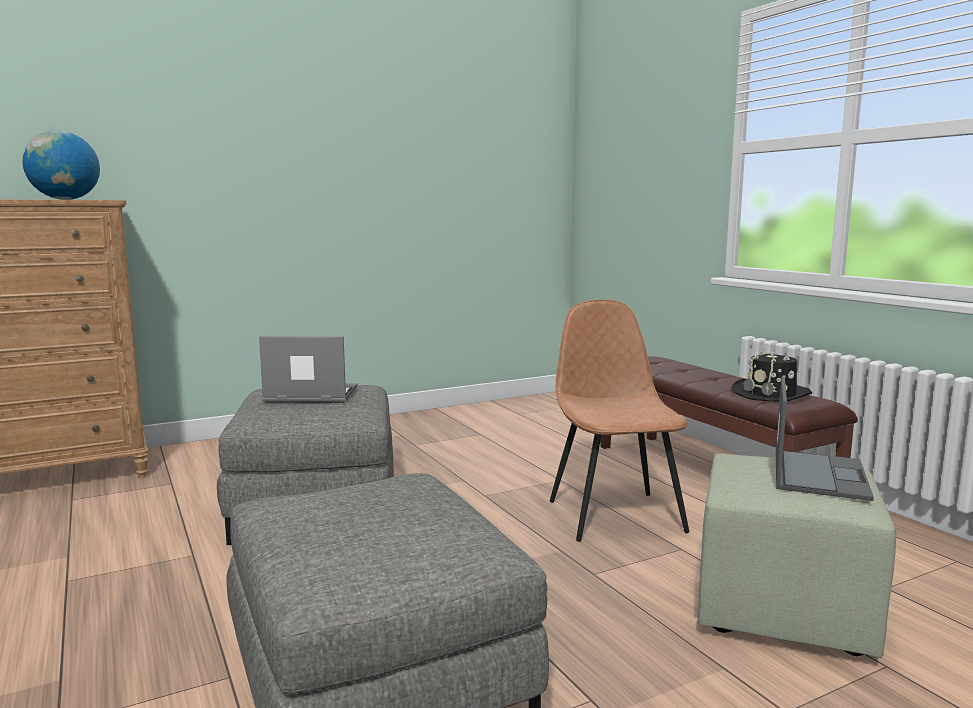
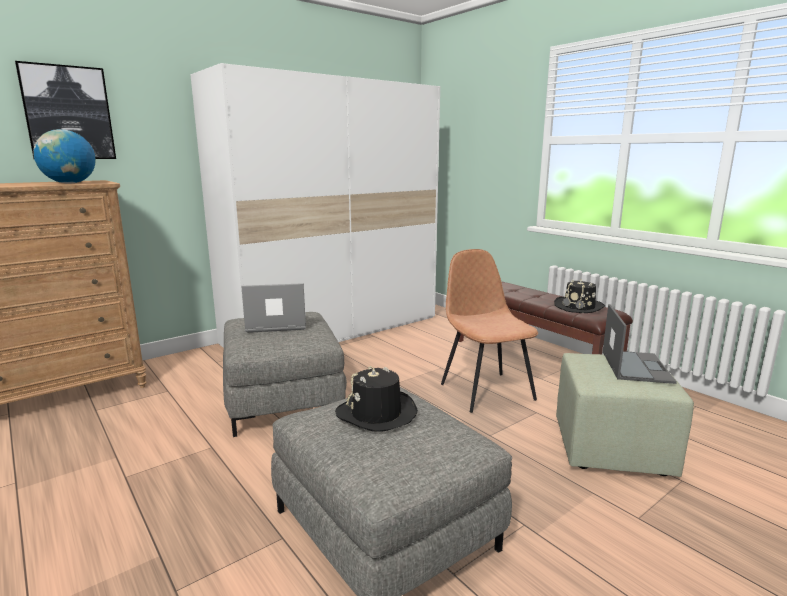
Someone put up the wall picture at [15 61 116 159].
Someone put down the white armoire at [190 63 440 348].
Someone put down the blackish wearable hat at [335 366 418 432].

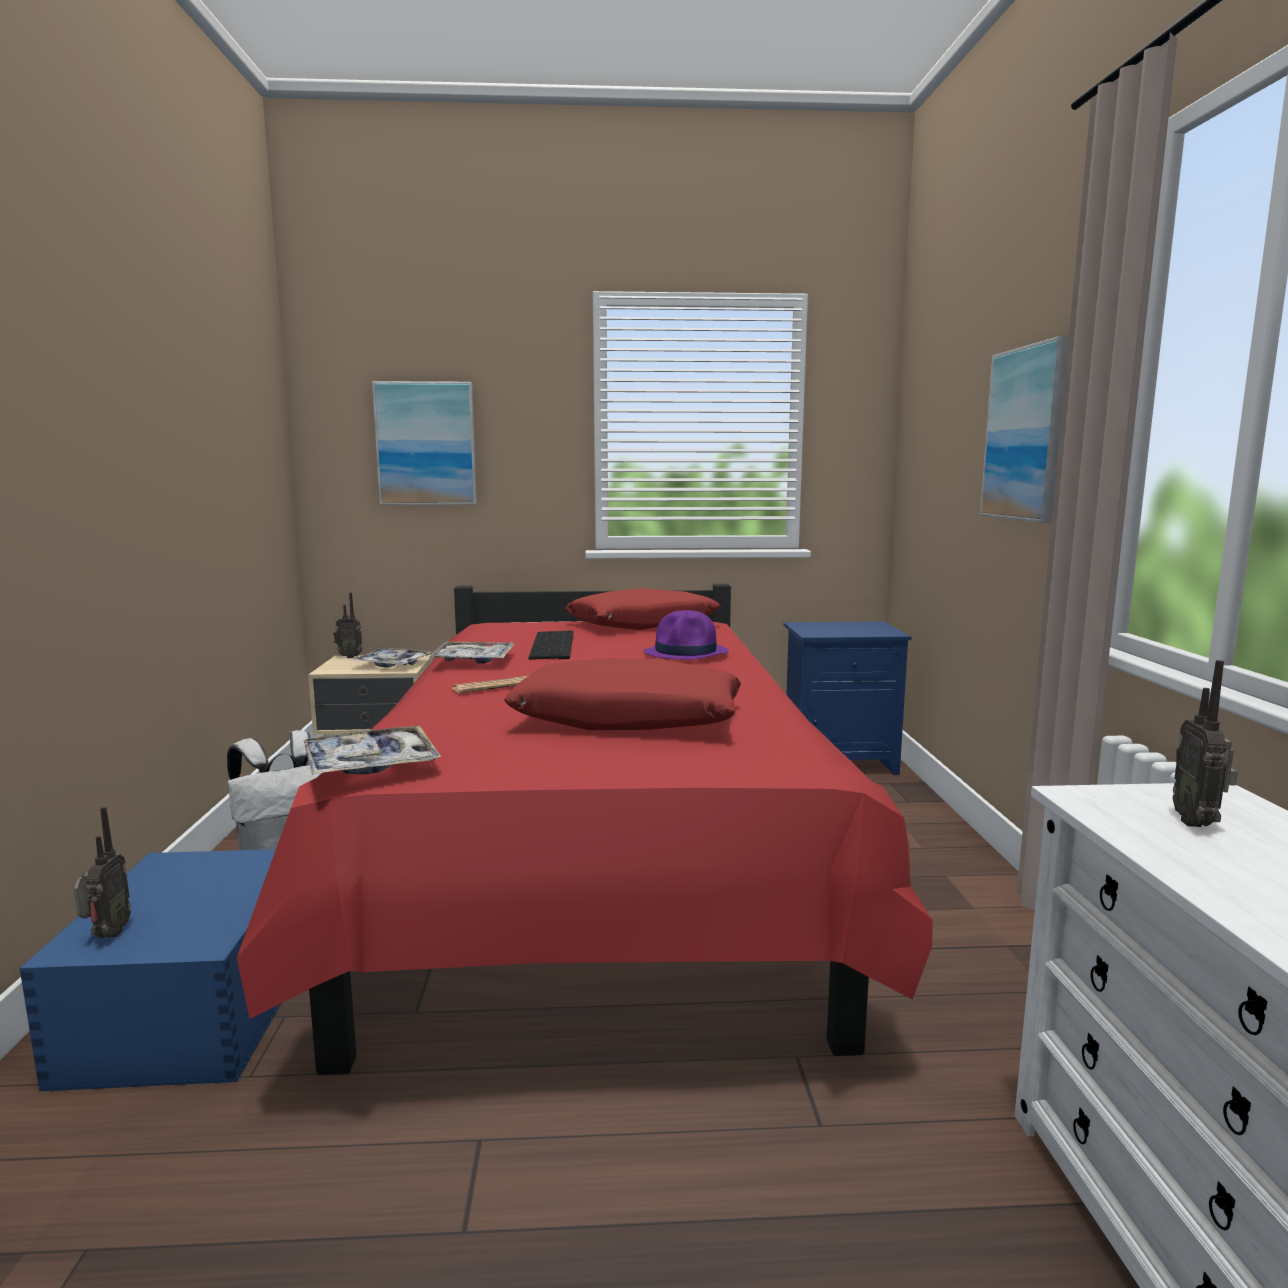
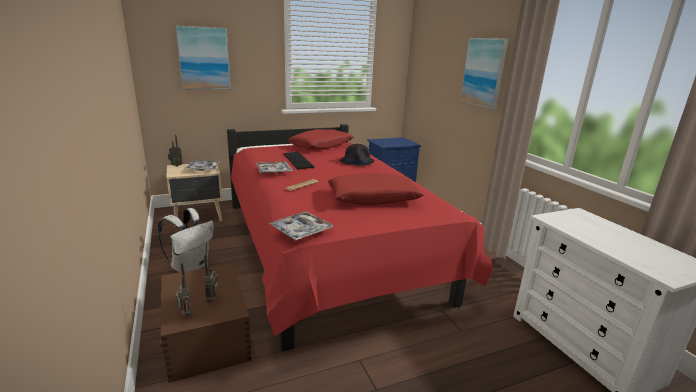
Someone repainted the blue storage box at [19 849 281 1092], which became the brown-coloured storage box at [160 263 252 383].
Someone repainted the purplish wearable hat at [643 610 729 660], which became the blackish wearable hat at [340 144 375 166].
Someone carried the radio set from [1173 660 1238 827] to [204 255 219 303].

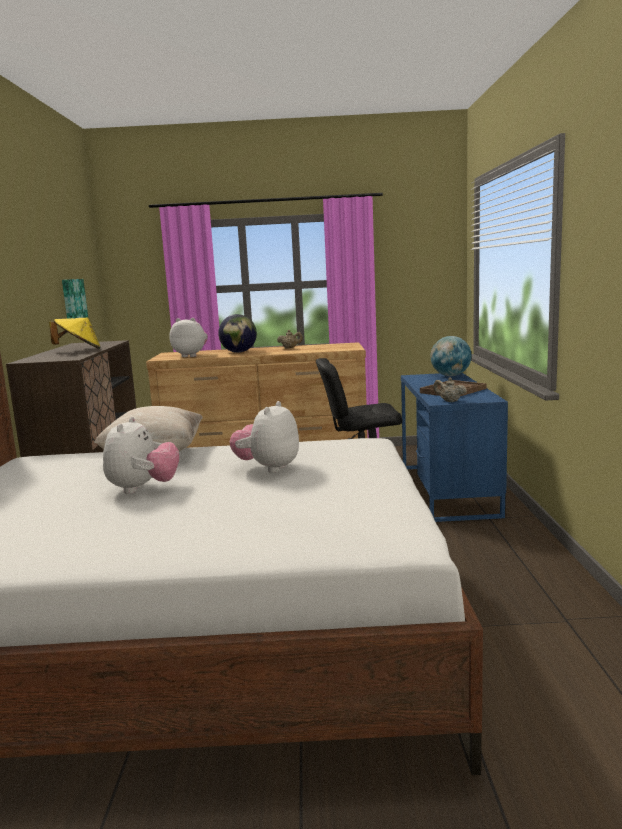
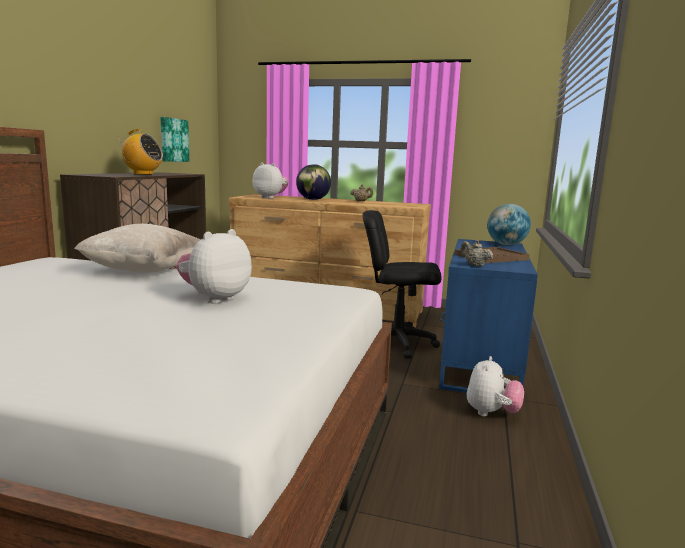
Someone swapped the yellowish wearable hat at [49 318 101 349] for the radio set at [117 129 163 175].
Someone carried the cuddly toy from [103 417 179 494] to [467 356 524 416].

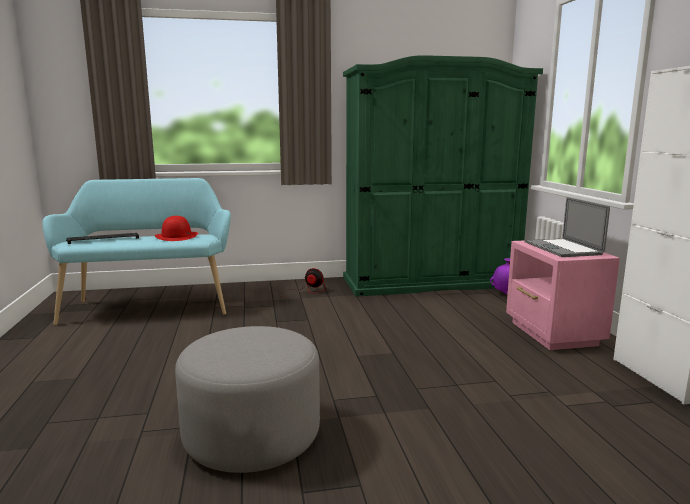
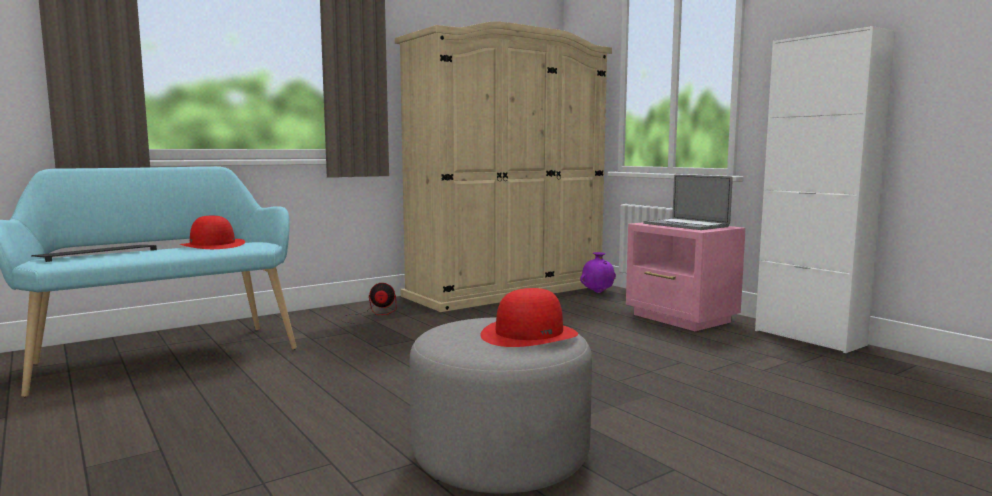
Someone repainted the greenish armoire at [343 55 543 297], which became the beige-coloured armoire at [395 21 612 312].
Someone put down the reddish wearable hat at [480 288 578 347].

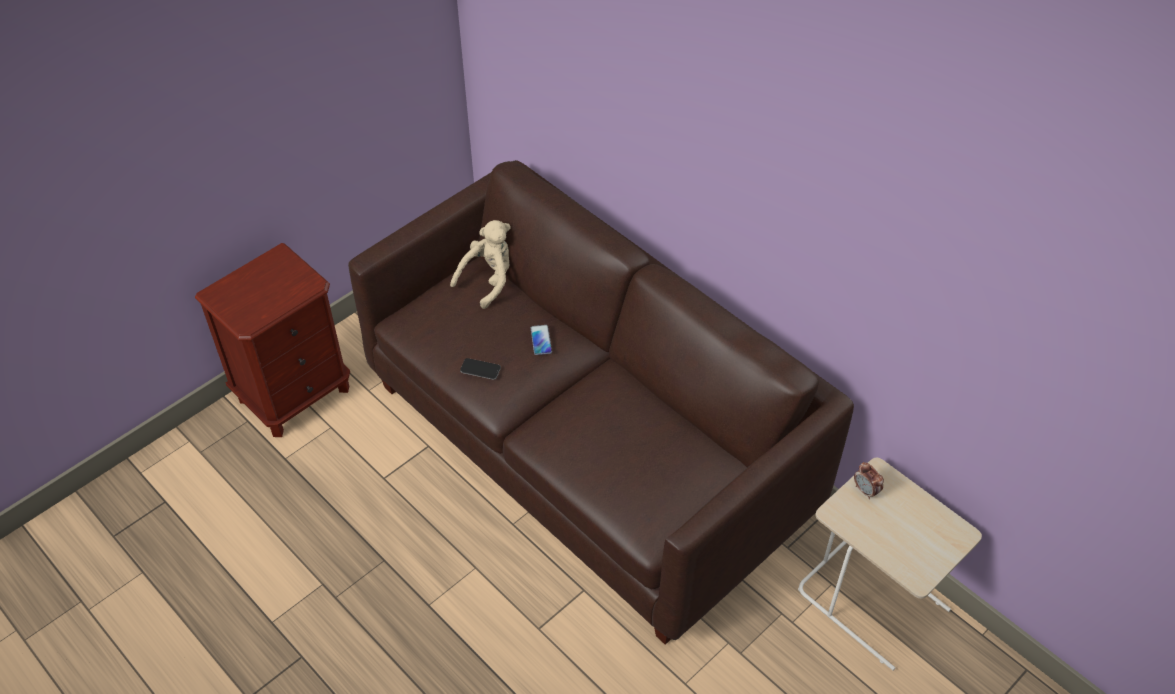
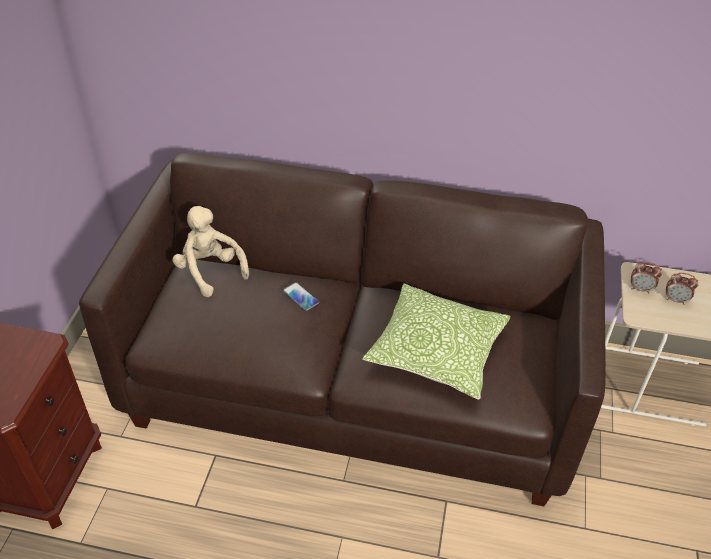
Someone rotated the beige-coloured cuddly toy at [450 220 511 309] by 45 degrees counterclockwise.
Someone took away the telephone at [460 358 501 380].
Someone put down the cushion at [362 284 510 400].
Someone put down the bedside clock at [666 273 699 305].

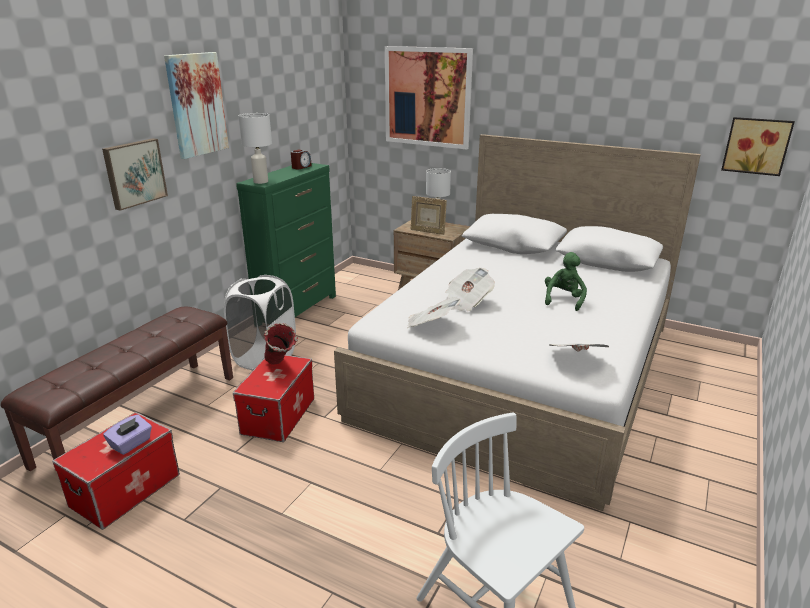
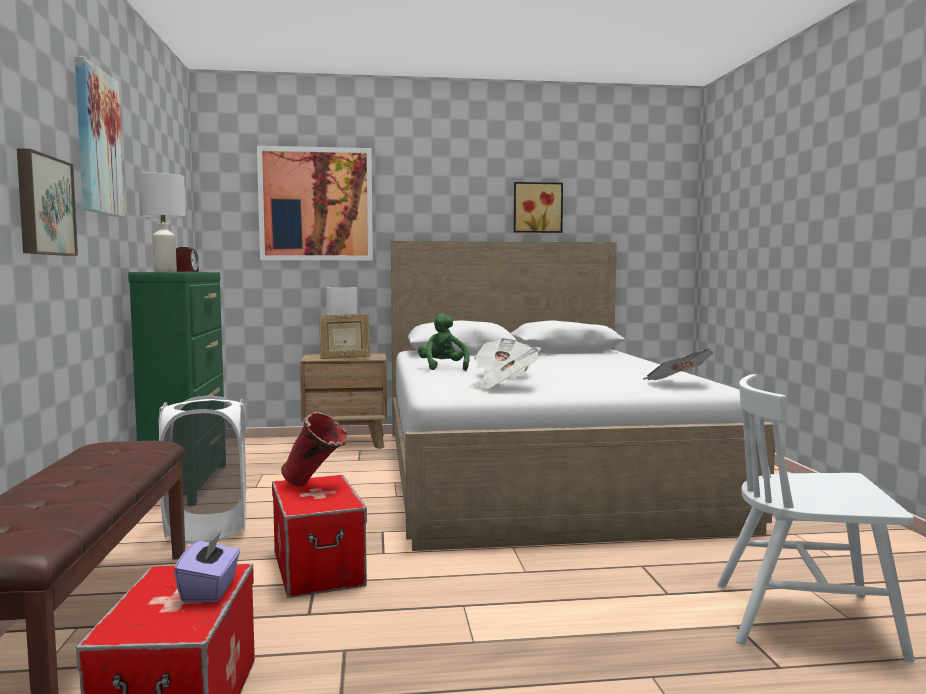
Someone carried the greenish cuddly toy from [545 252 587 311] to [418 313 470 371].
Someone carried the wall picture from [721 117 795 176] to [514 182 563 233].

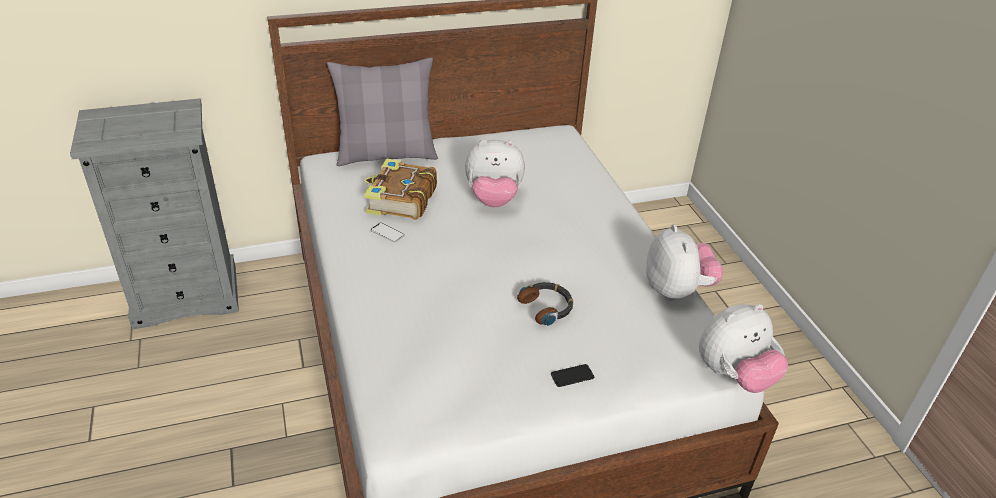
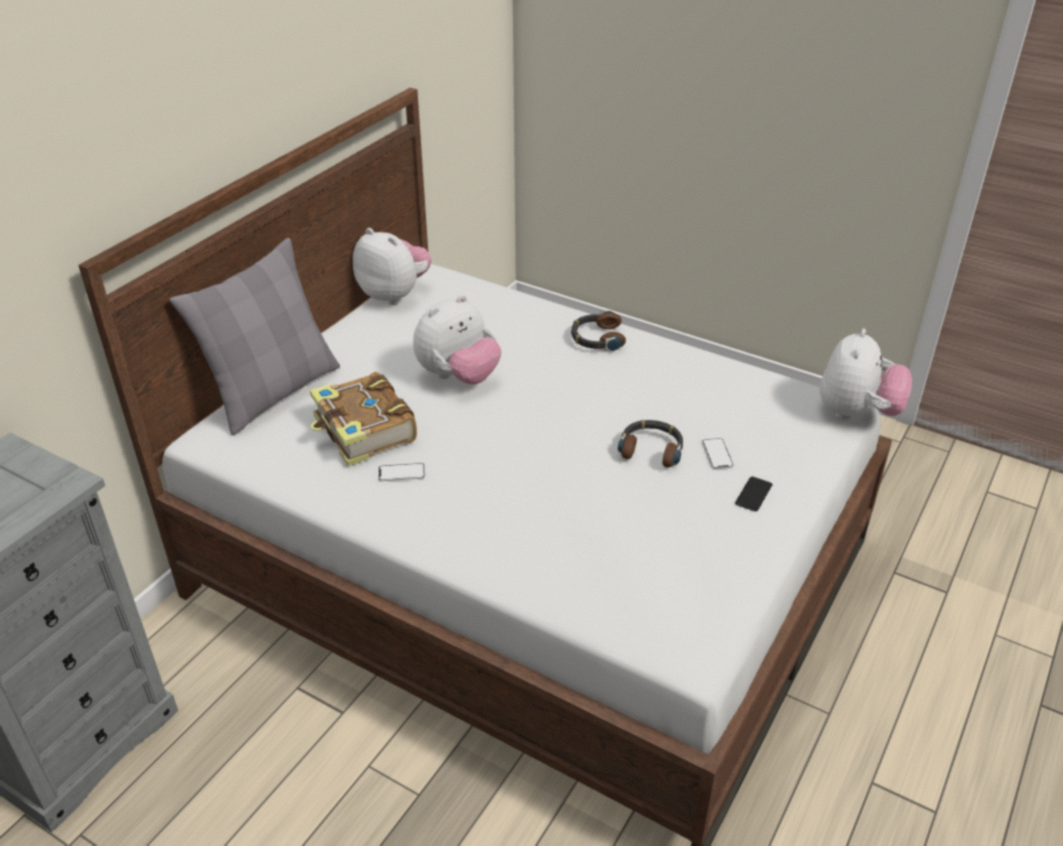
Someone carried the cuddly toy from [646 224 723 301] to [353 228 431 305].
Someone put down the headphones at [571 311 626 351].
Someone put down the telephone at [702 438 734 469].

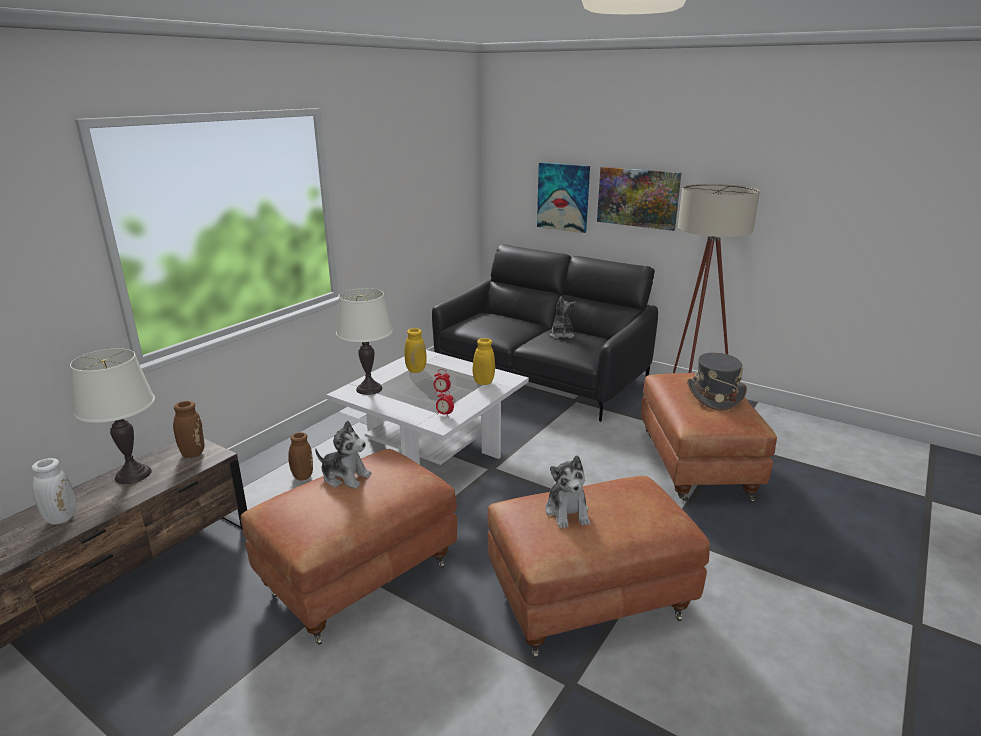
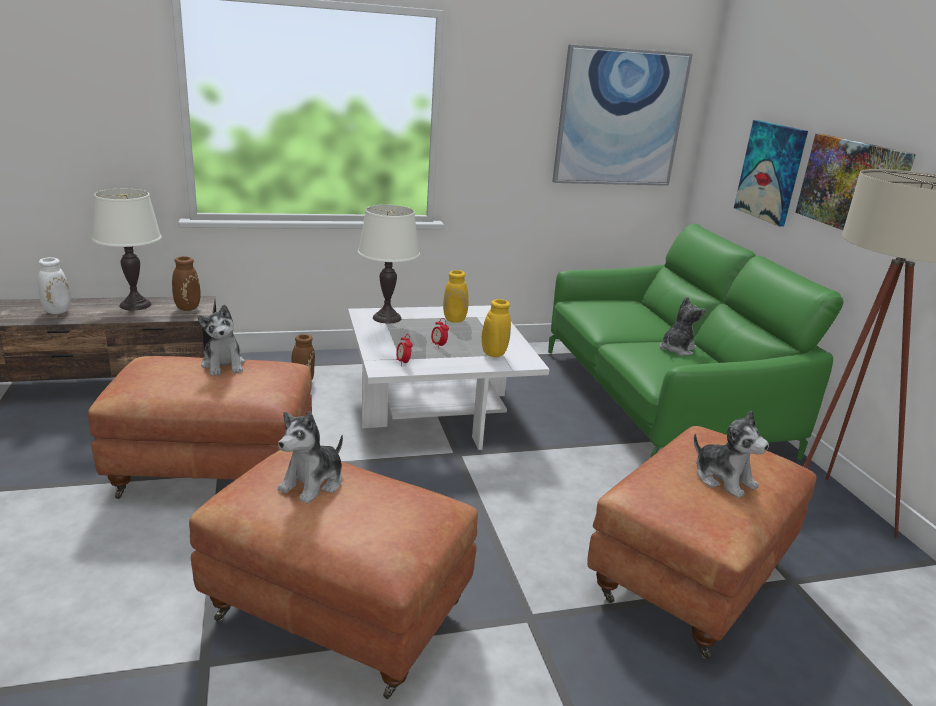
Someone repainted the blackish couch at [432 244 658 422], which became the greenish couch at [548 224 843 461].
Someone swapped the grey wearable hat at [687 352 747 410] for the cuddly toy at [694 411 769 498].
Someone put up the wall picture at [552 44 693 186].

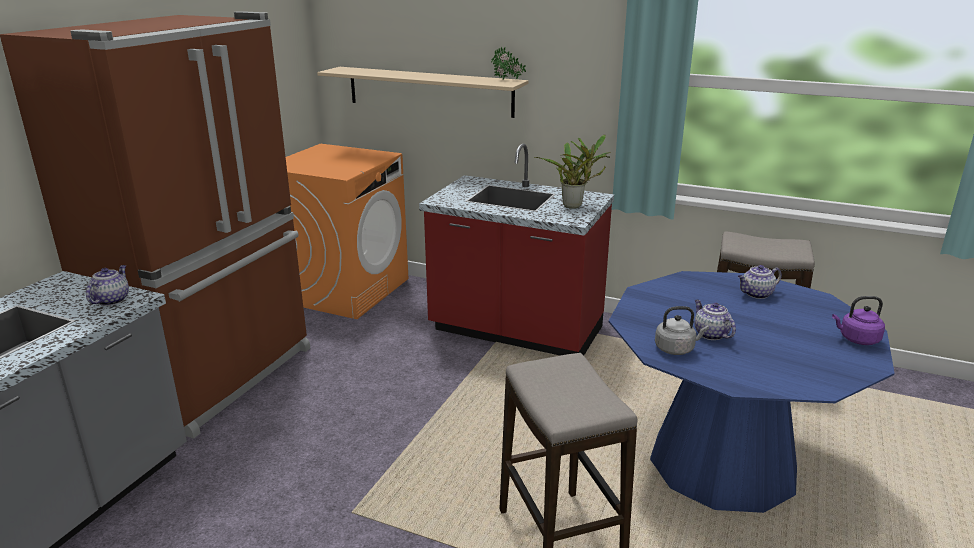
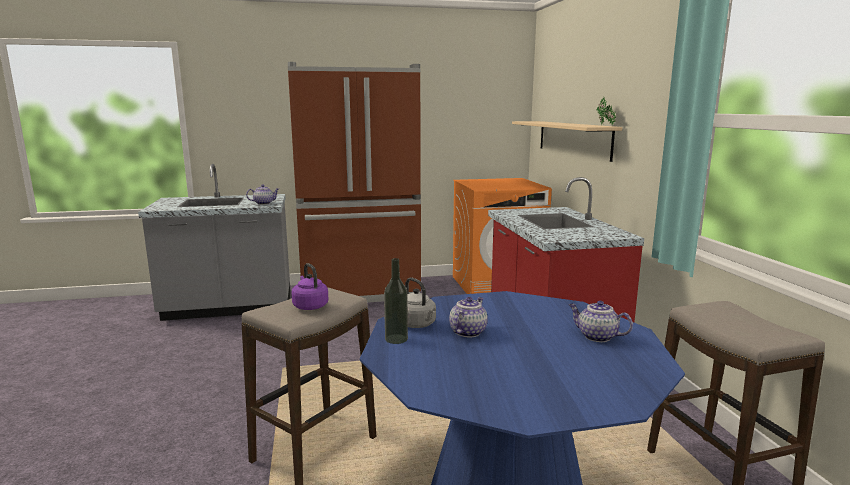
Someone took away the houseplant at [534 135 611 209].
Someone carried the purplish tea kettle from [832 296 885 345] to [291 263 328 310].
Someone put down the beverage bottle at [384 258 408 344].

